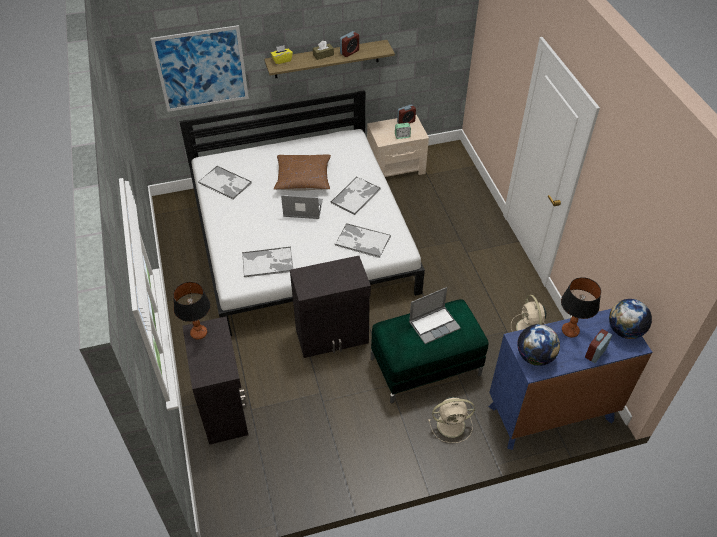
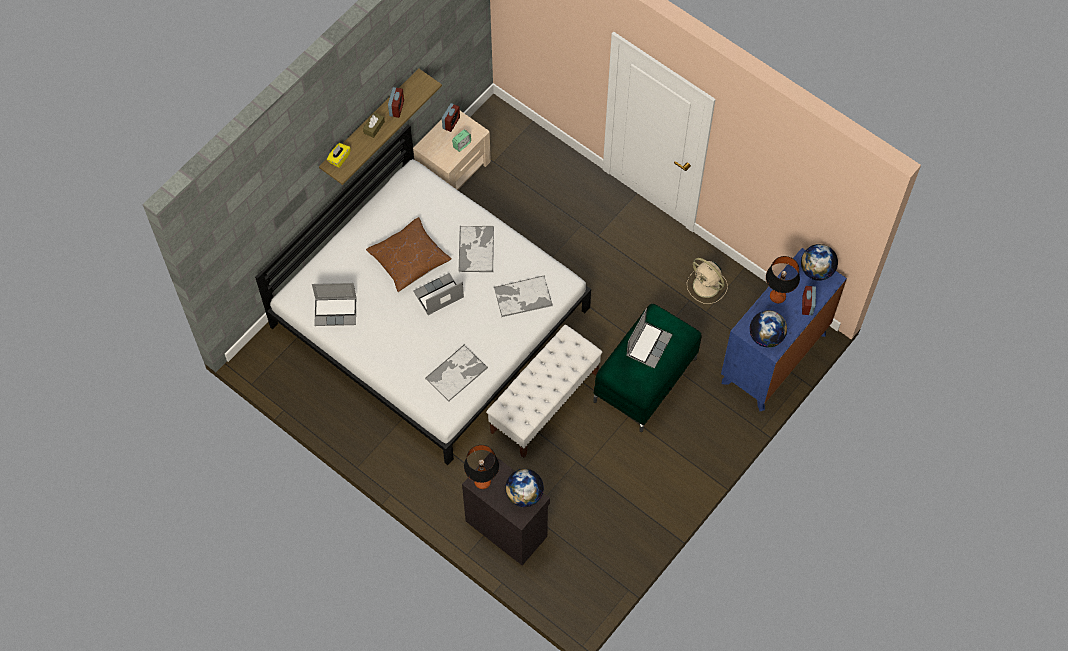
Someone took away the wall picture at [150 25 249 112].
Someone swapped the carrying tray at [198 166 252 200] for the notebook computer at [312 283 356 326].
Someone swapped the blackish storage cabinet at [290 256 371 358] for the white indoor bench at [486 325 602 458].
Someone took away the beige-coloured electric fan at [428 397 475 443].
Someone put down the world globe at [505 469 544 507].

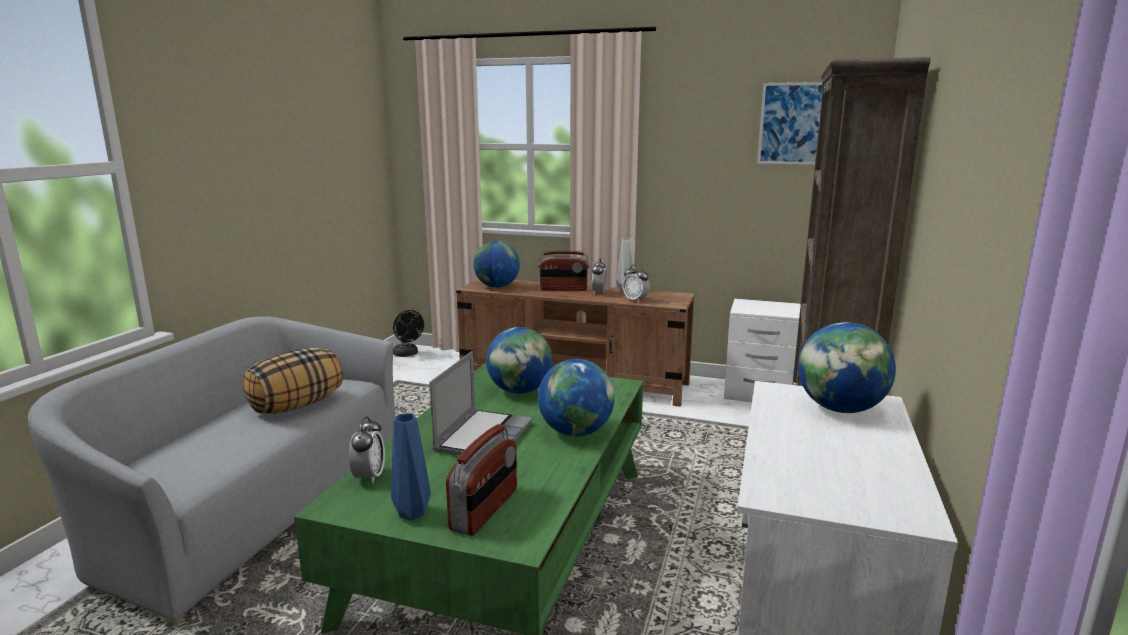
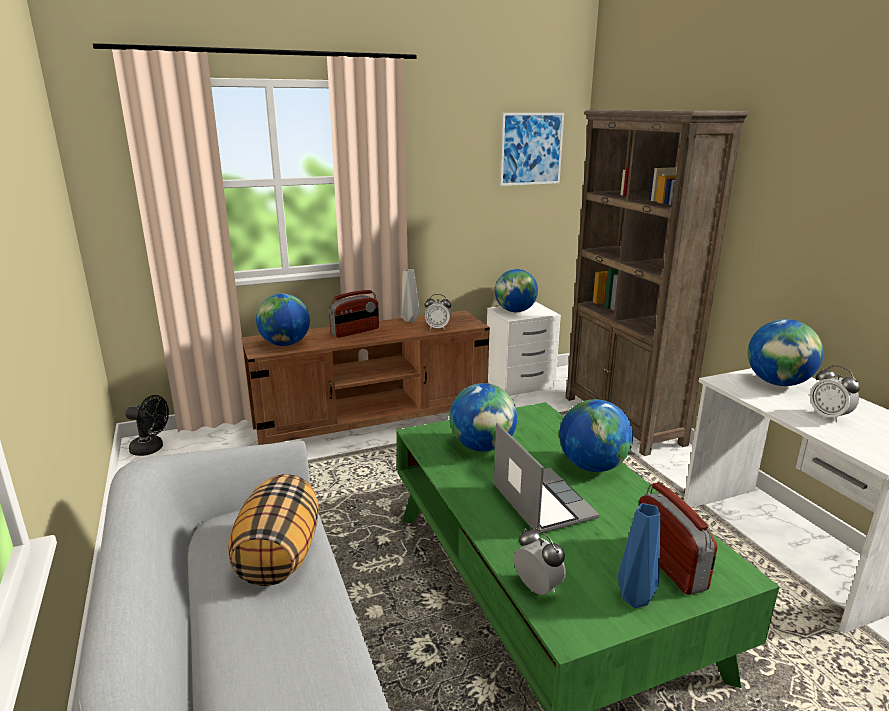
Someone carried the bedside clock from [591 259 607 294] to [810 365 860 423].
Someone put down the world globe at [495 269 538 312].

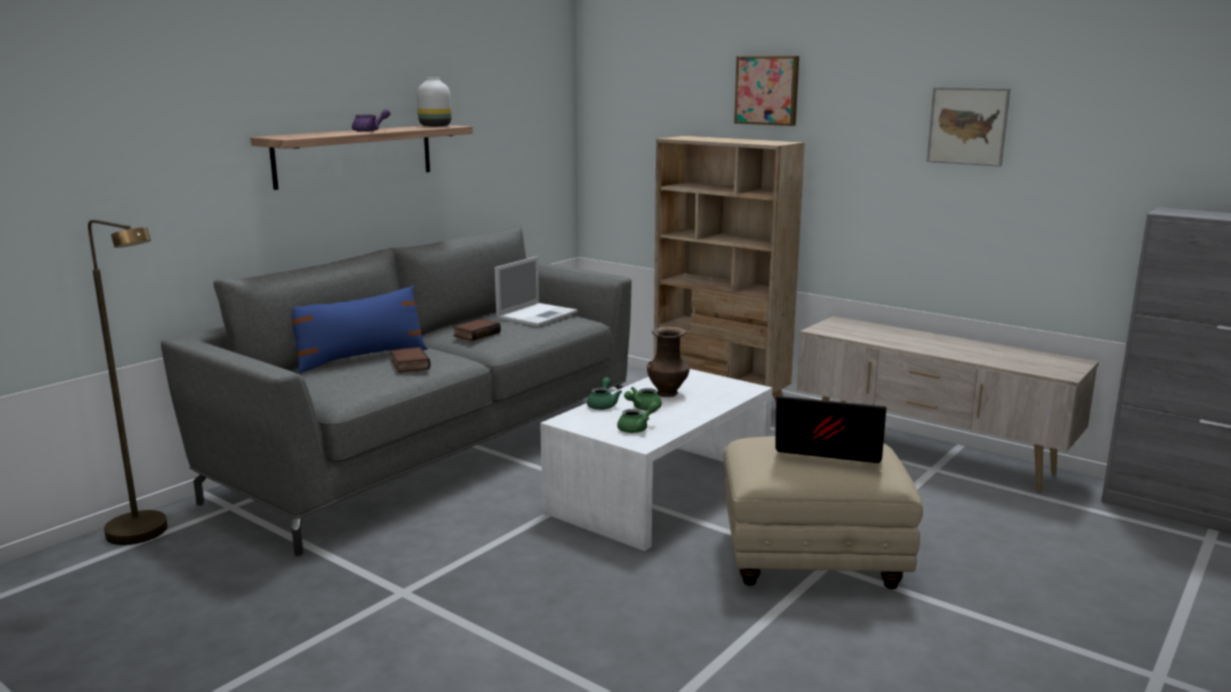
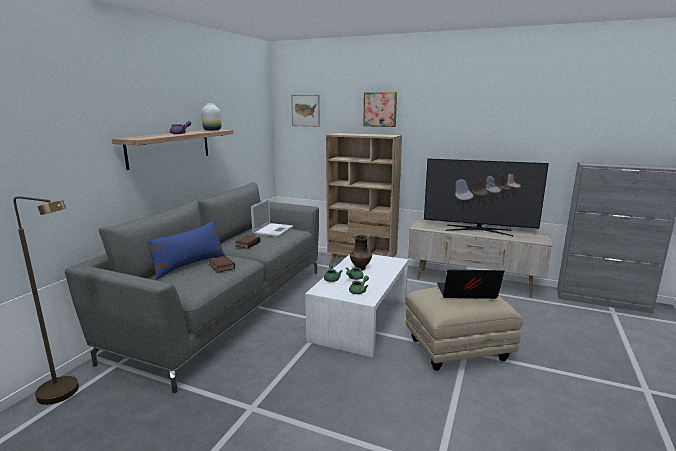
Someone carried the wall picture from [927 87 1011 167] to [291 95 320 127].
Someone put down the TV set at [424 159 549 236].

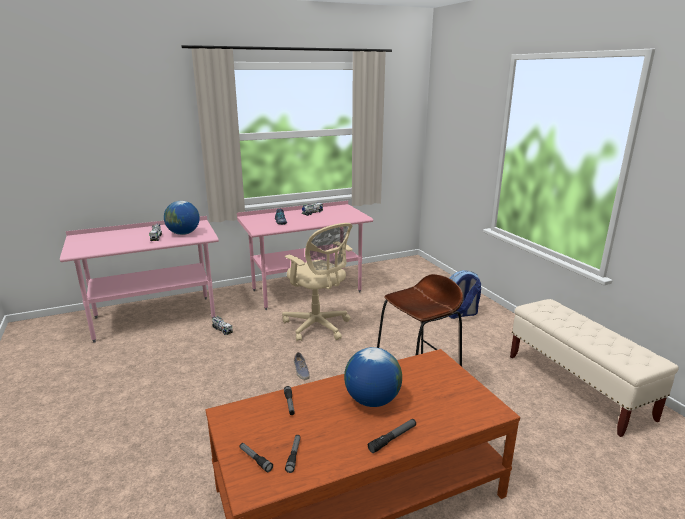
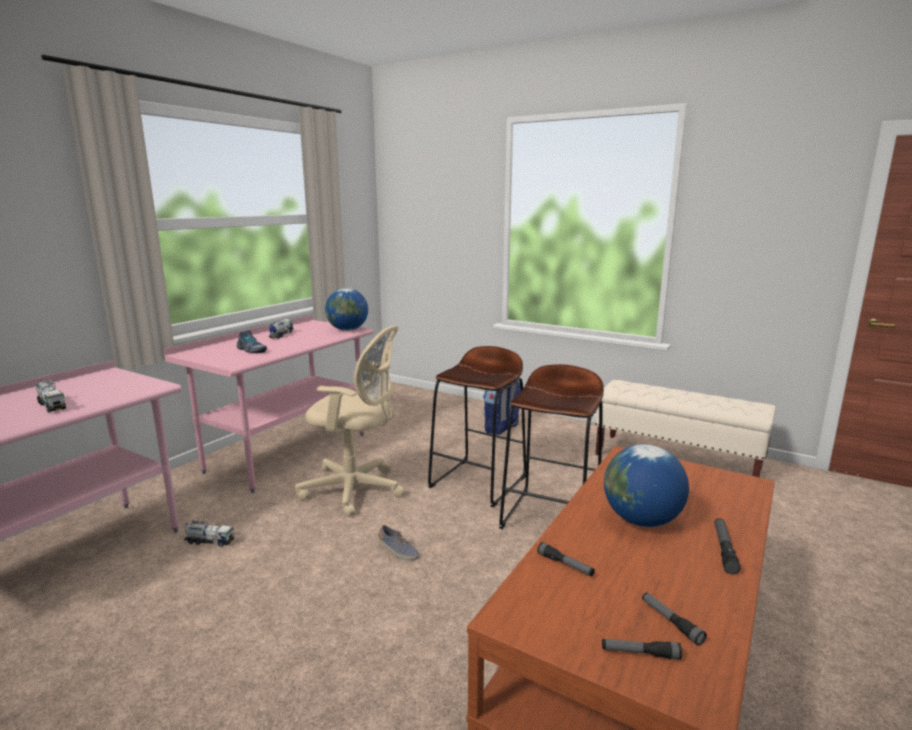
Someone carried the world globe from [164 201 200 235] to [325 288 368 331].
Someone put down the brown-coloured stool seat at [428 346 526 507].

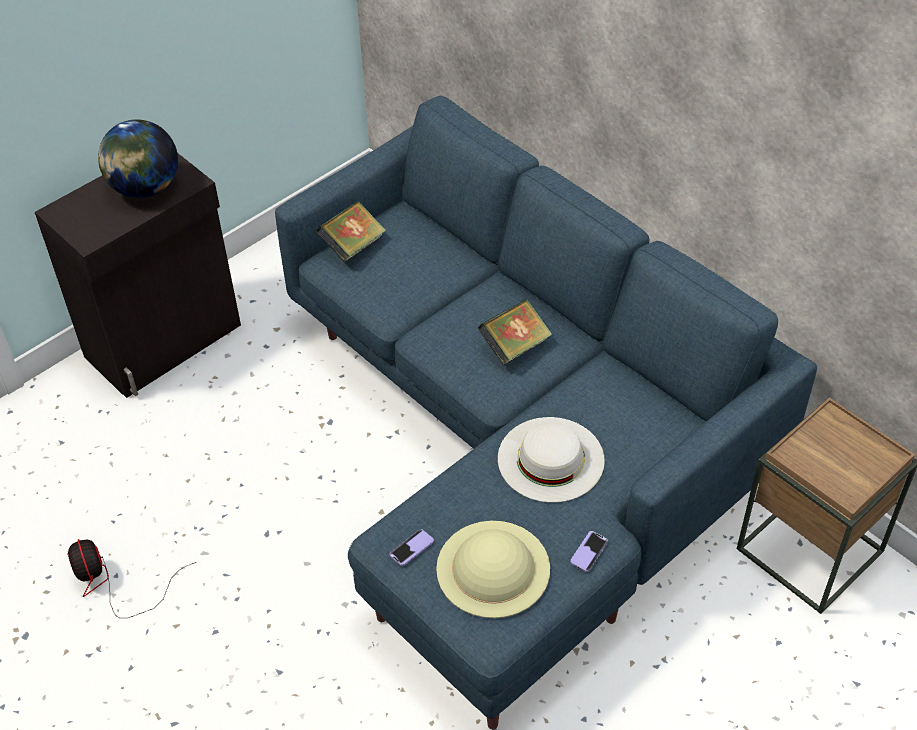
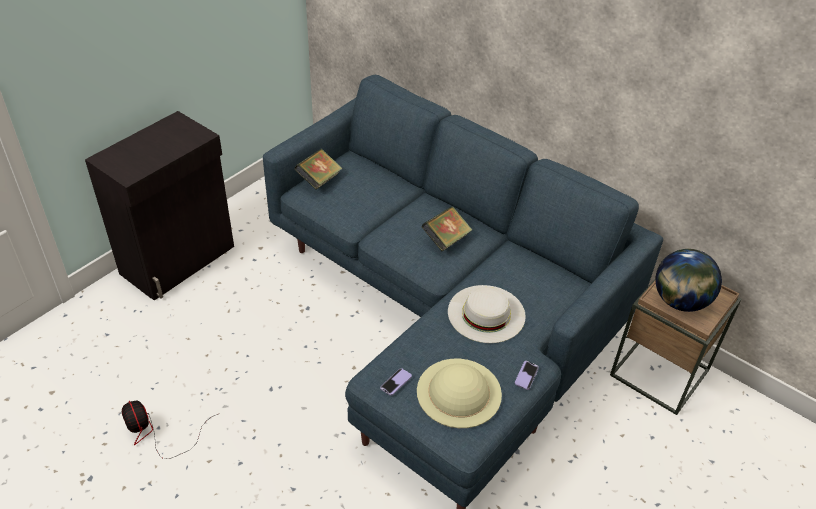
Someone carried the world globe from [98 119 178 198] to [655 249 722 312].

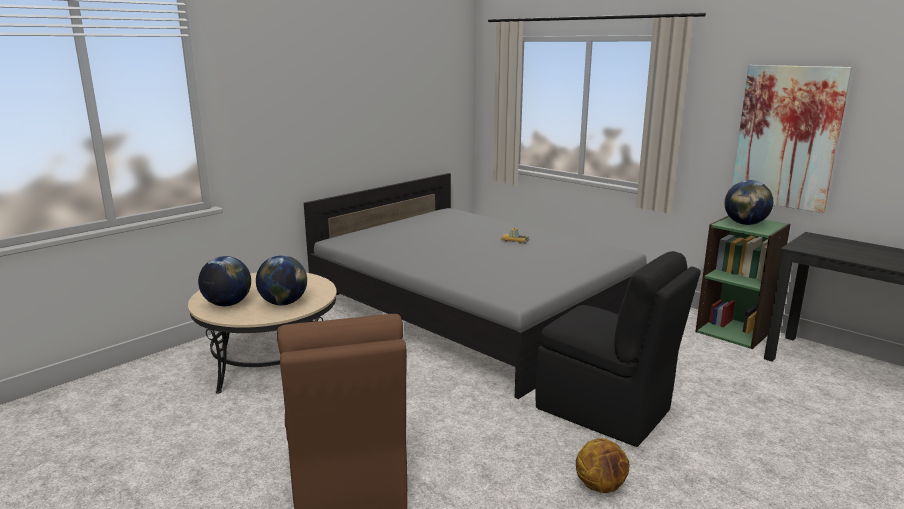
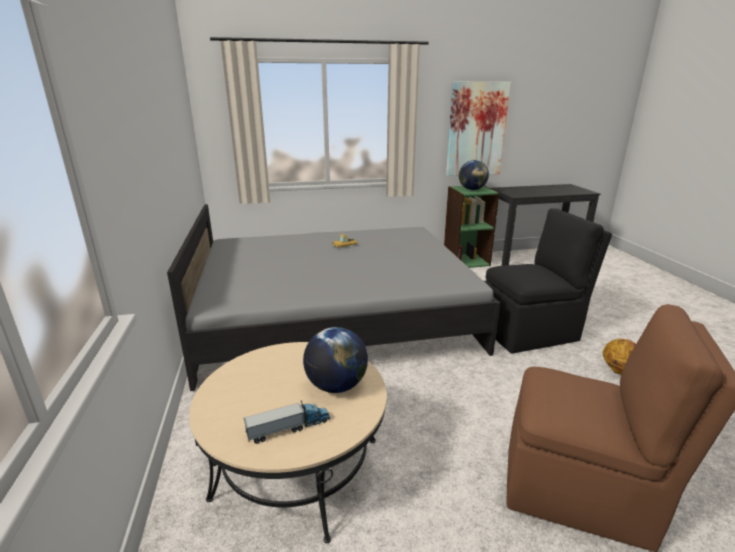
Someone swapped the world globe at [198 256 251 306] for the toy truck at [244 401 330 444].

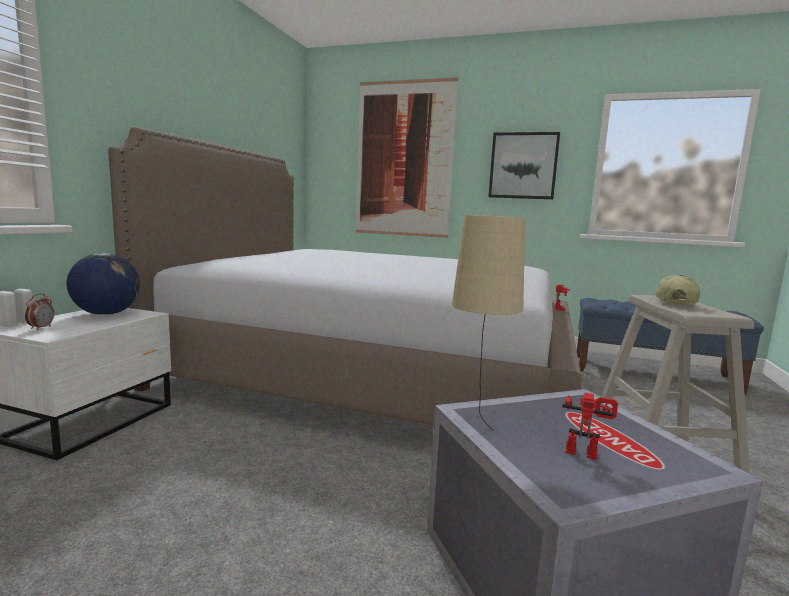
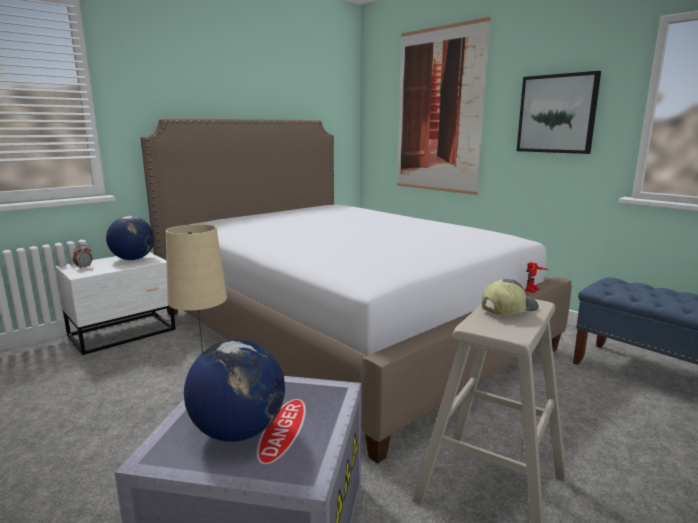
Someone swapped the toy robot at [562 392 618 460] for the world globe at [184 340 285 442].

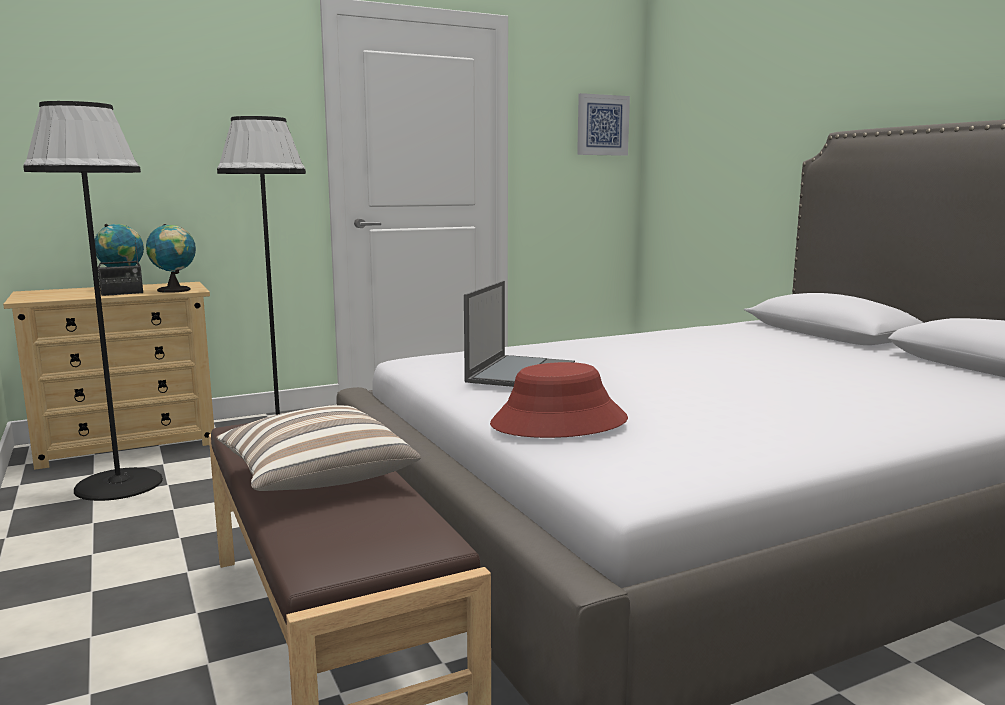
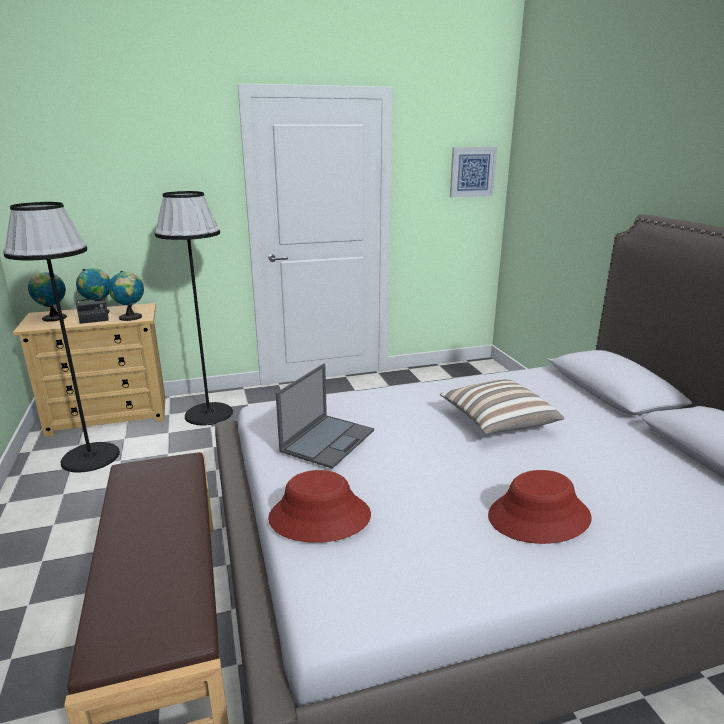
Someone carried the cushion from [216 405 421 491] to [440 379 565 435].
Someone put down the world globe at [28 272 67 322].
Someone put down the reddish wearable hat at [488 470 592 544].

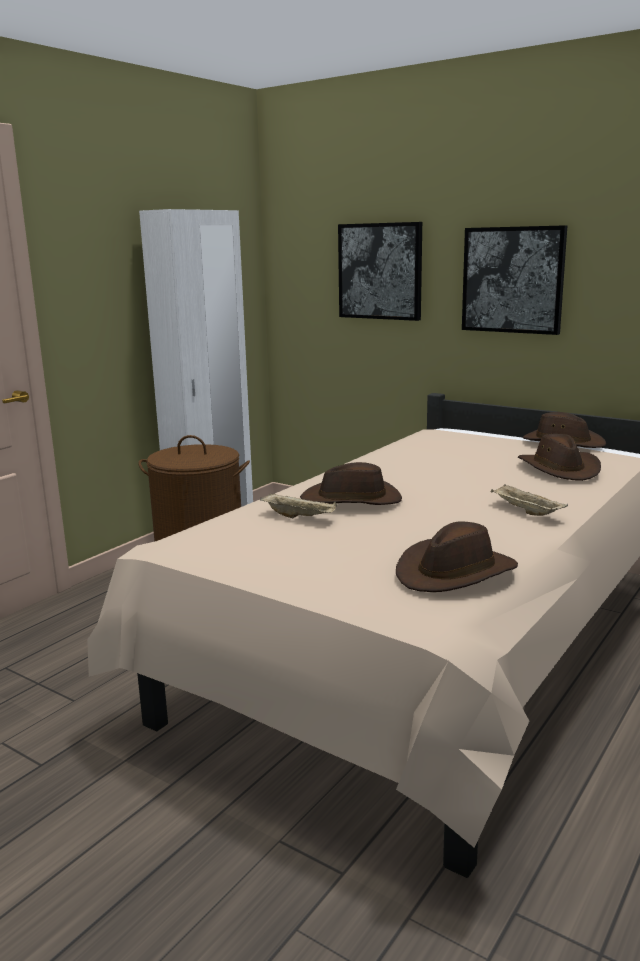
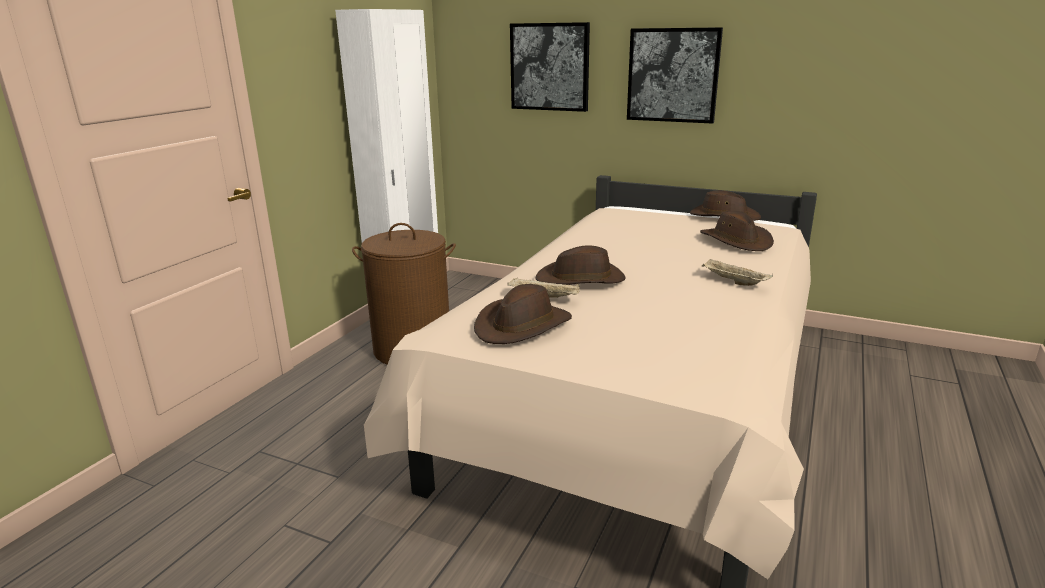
Someone carried the brown-coloured wearable hat from [396 521 518 592] to [474 284 572 344].

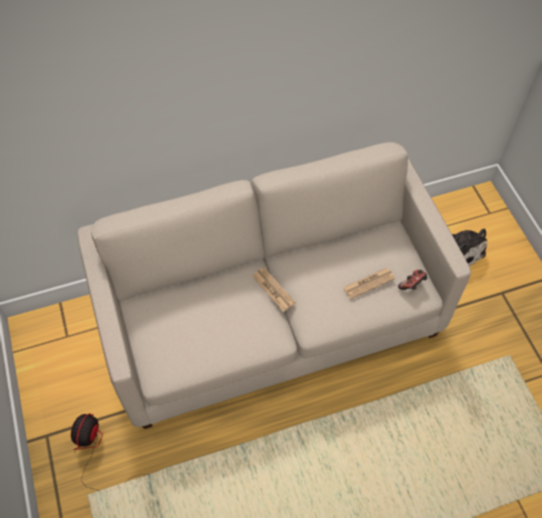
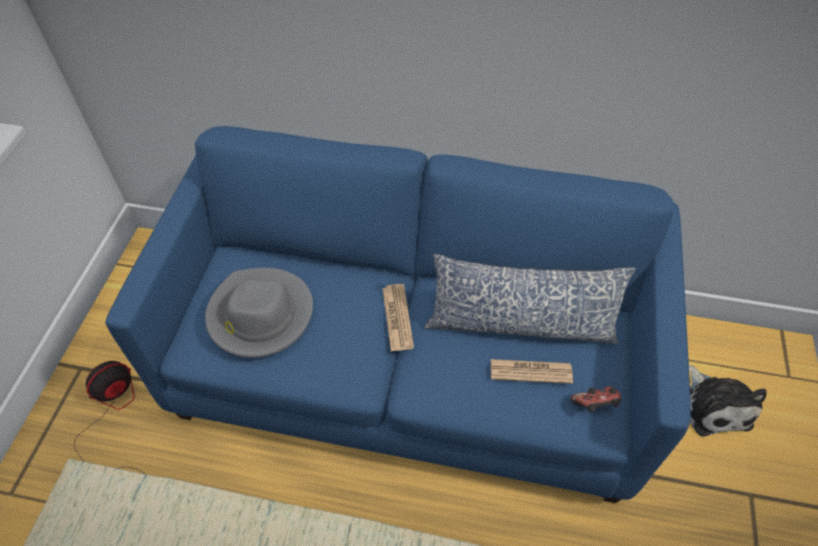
Someone repainted the beige-coloured couch at [77 142 471 429], which became the blue couch at [105 126 691 503].
Someone put down the grey wearable hat at [205 268 313 358].
Someone put down the cushion at [424 253 636 344].

